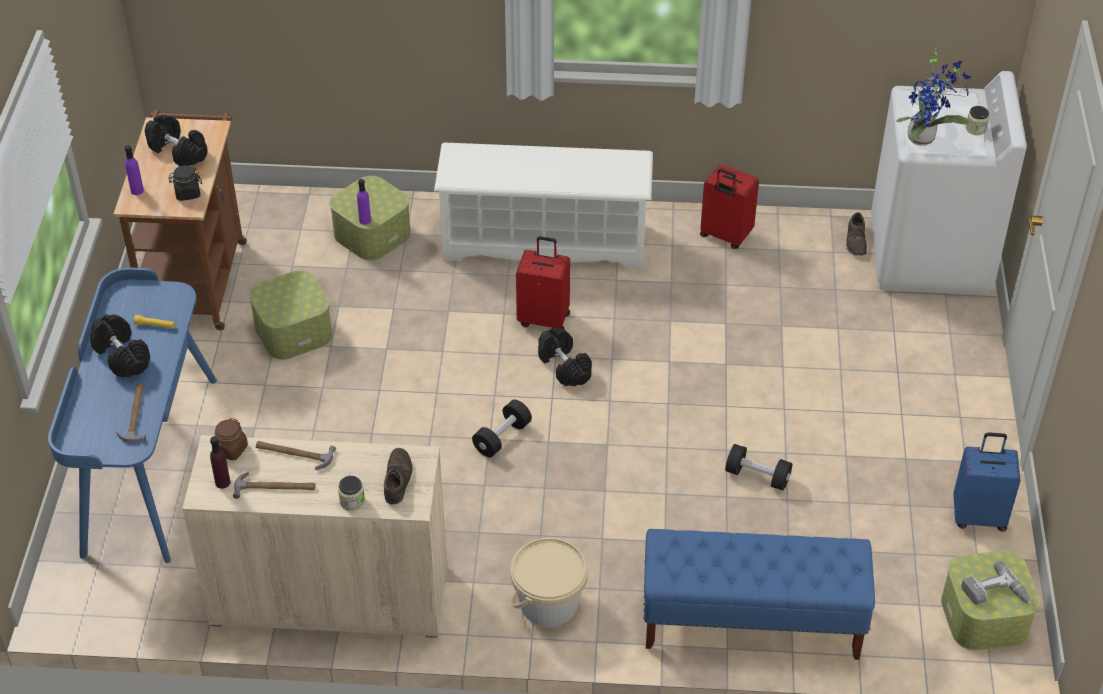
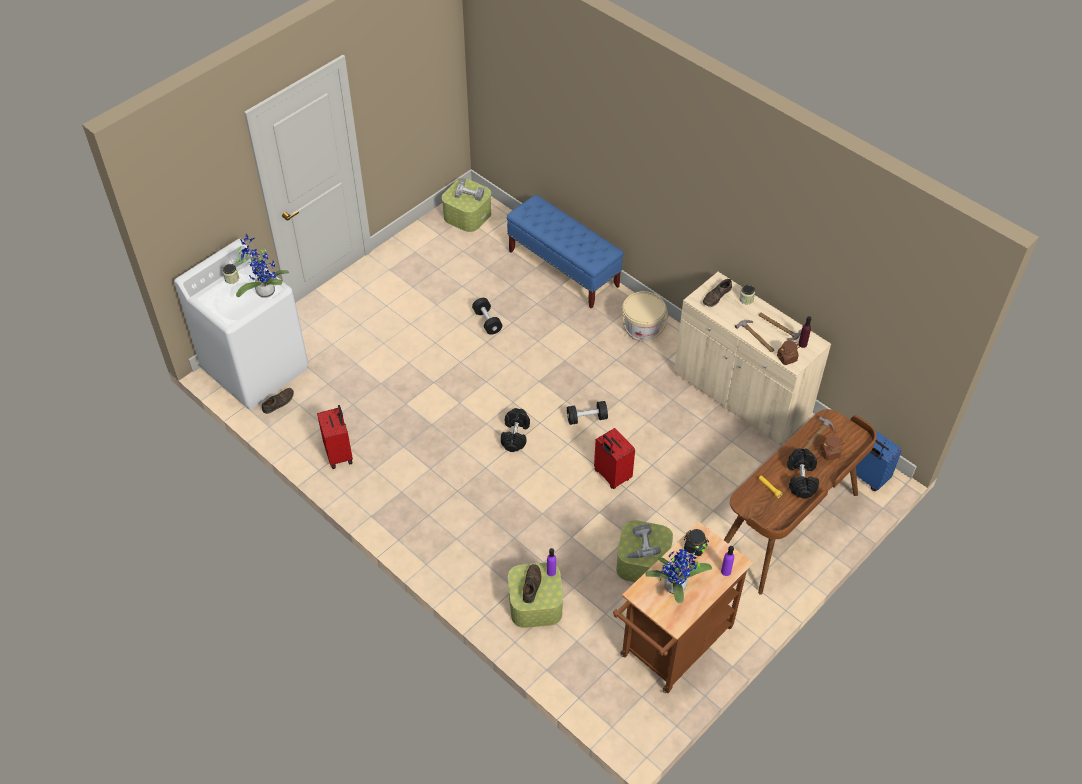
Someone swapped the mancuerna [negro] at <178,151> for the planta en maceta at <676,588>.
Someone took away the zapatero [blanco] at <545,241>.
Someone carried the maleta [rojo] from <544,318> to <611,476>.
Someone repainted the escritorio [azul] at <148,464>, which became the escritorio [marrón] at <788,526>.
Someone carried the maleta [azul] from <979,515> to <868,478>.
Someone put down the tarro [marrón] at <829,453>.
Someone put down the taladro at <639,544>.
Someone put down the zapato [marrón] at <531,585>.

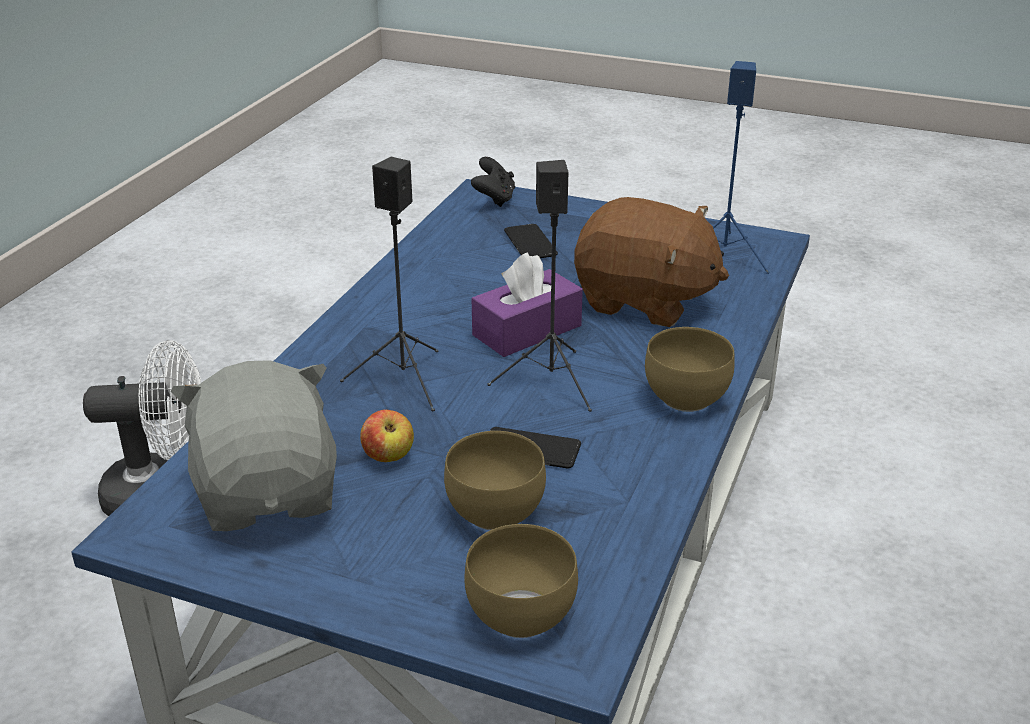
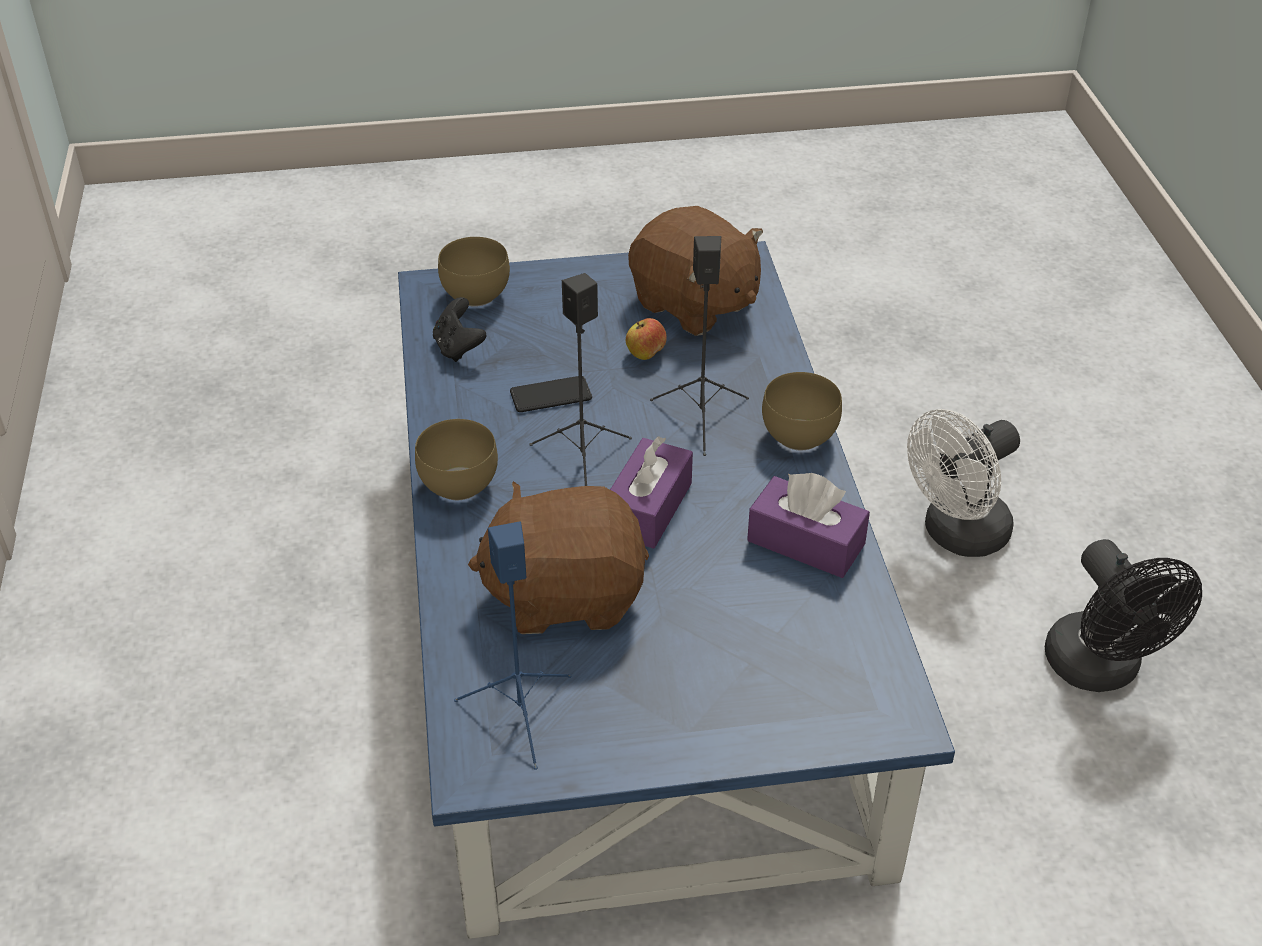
Someone carried the mando de consola [negro] from <494,199> to <458,348>.
Someone took away the móvil at <530,243>.
Someone repainted the peluche [gris] at <269,494>, which became the peluche [marrón] at <694,305>.
Someone carried the cuenco [marrón] from <491,513> to <801,436>.
Someone put down the caja de pañuelos [morado] at <806,542>.
Someone put down the ventilador [negro] at <1100,670>.

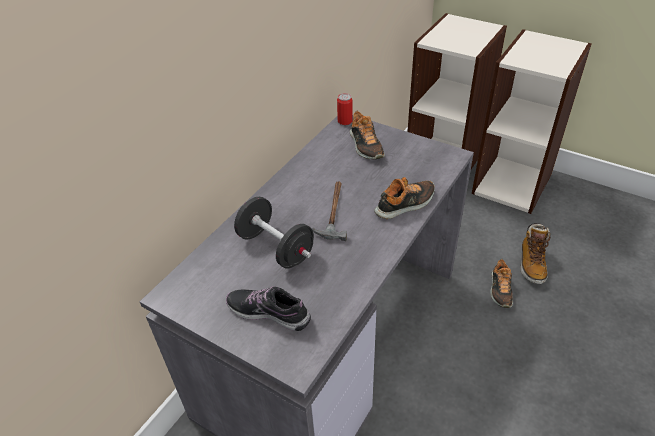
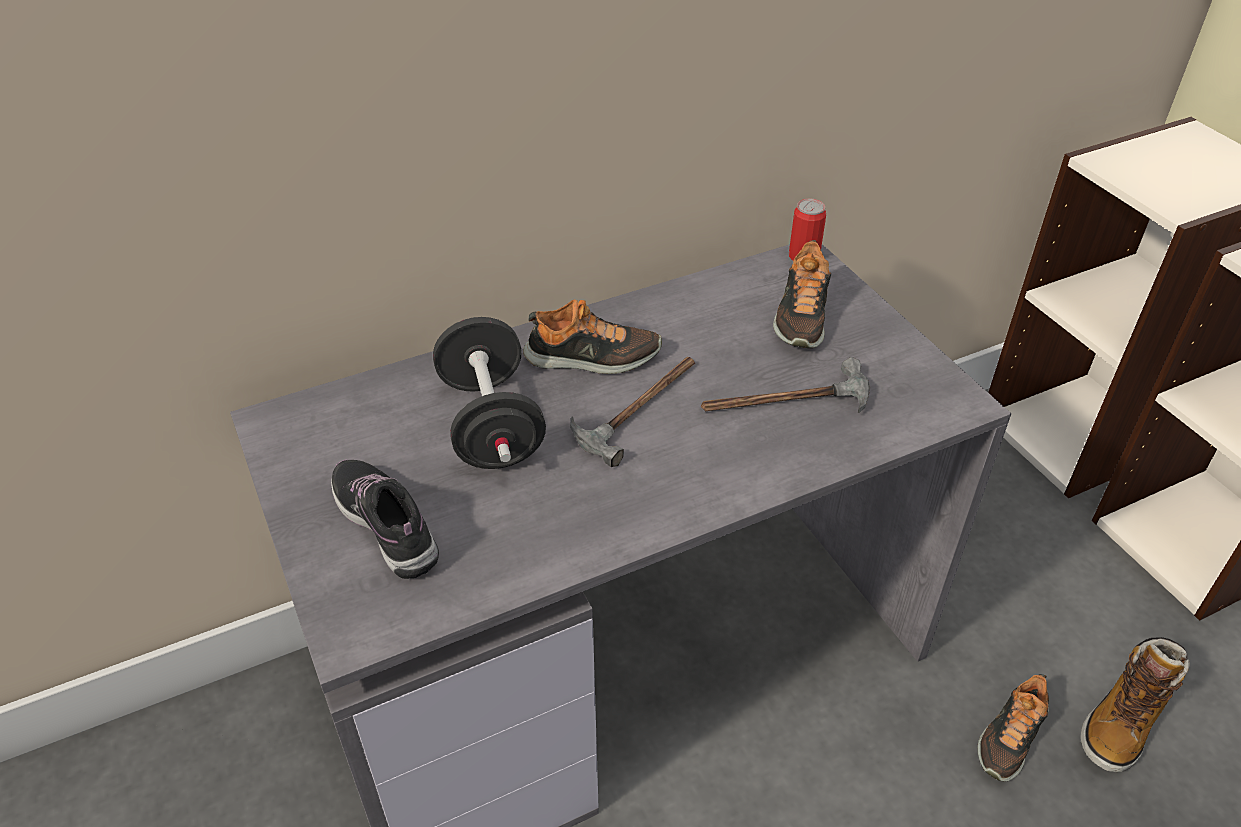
Someone carried the zapato from <405,204> to <592,358>.
Someone put down the martillo at <785,402>.

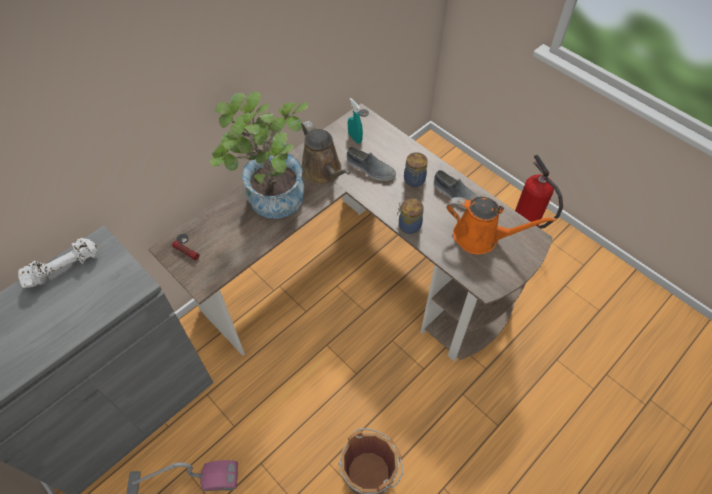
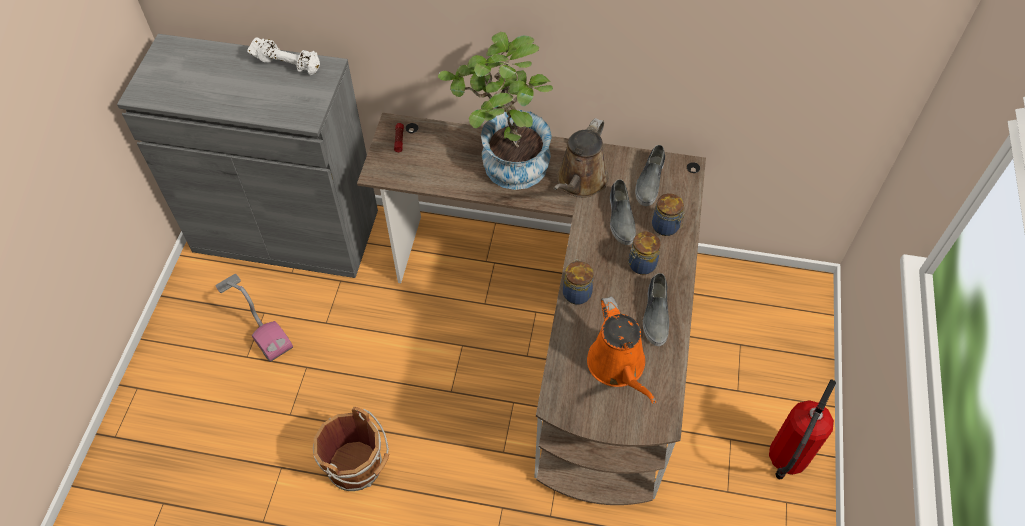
Someone swapped the pulverizador [turquesa] at <355,138> for the zapato [gris] at <649,181>.
Someone put down the tarro at <666,227>.

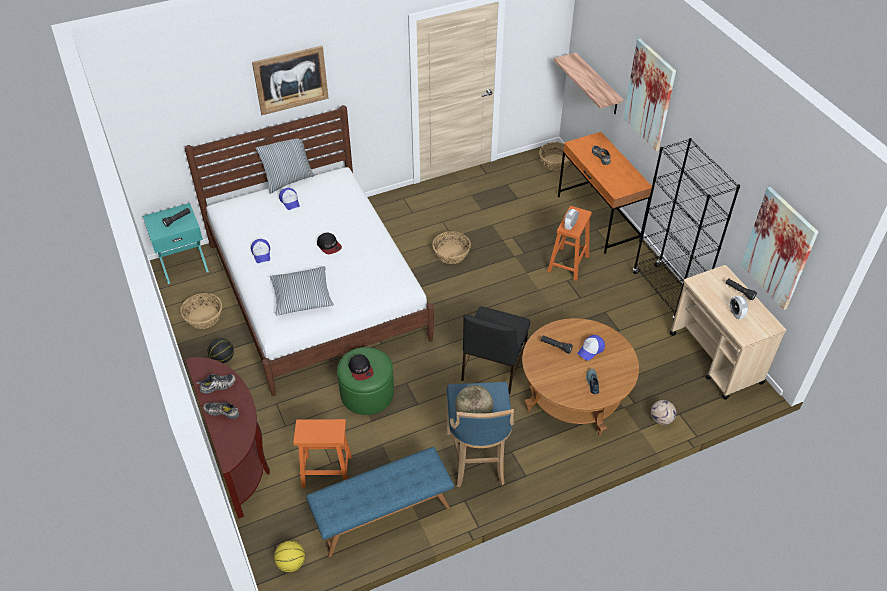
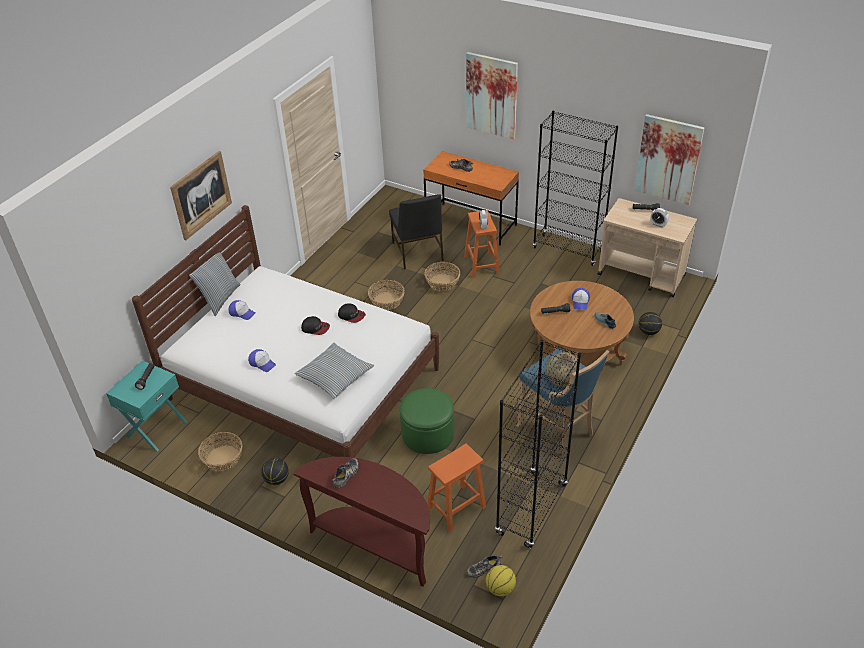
Someone took away the estante at <597,84>.
Someone carried the cesta from <555,162> to <442,282>.
Someone carried the silla [negro] from <492,367> to <417,252>.
Someone carried the gorra from <361,369> to <351,315>.
Someone swapped the balón de fútbol at <661,419> for the balón de baloncesto at <648,332>.
Someone carried the zapato from <222,411> to <484,568>.
Someone swapped the banco [azul] at <382,515> for the estantería [negro] at <531,510>.

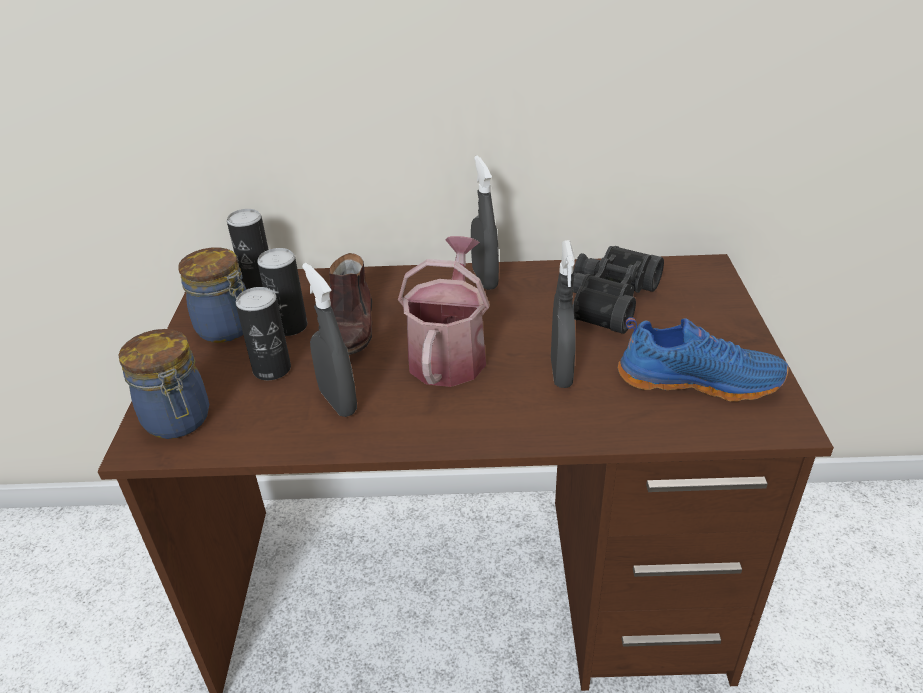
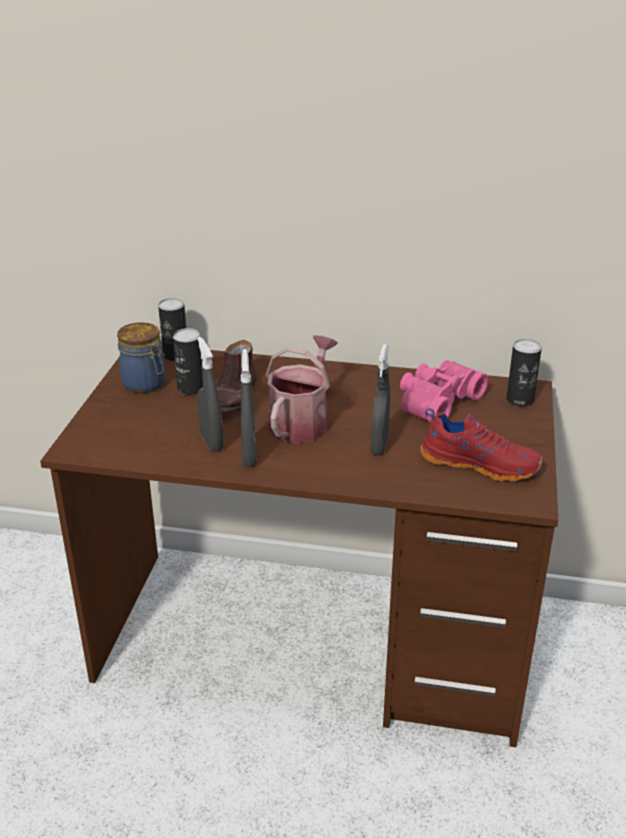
Someone carried the pulverizador [gris] from <485,279> to <249,456>.
Someone repainted the prismáticos [negro] at <605,299>, which became the prismáticos [rosa] at <436,401>.
Someone carried the lata from <272,369> to <520,400>.
Someone repainted the zapato [azul] at <698,380>, which became the zapato [rojo] at <480,464>.
Someone took away the tarro at <178,421>.

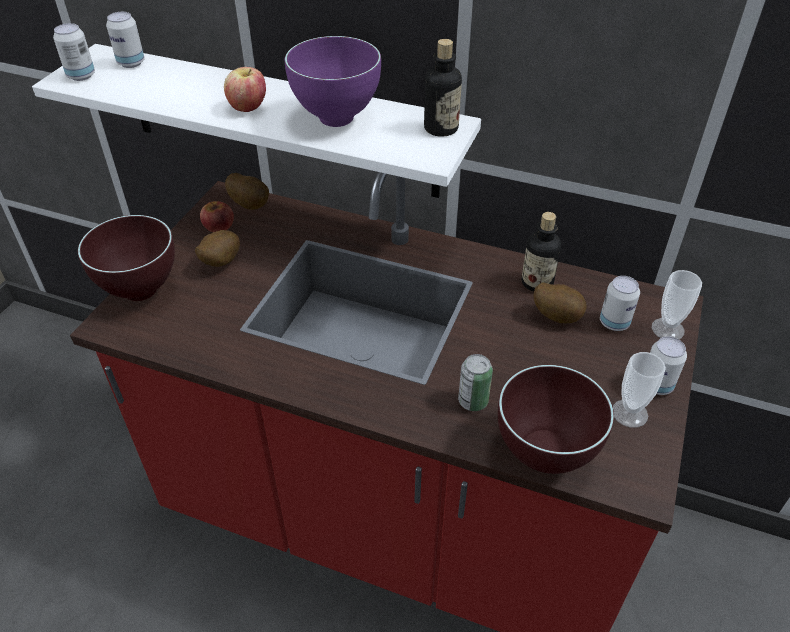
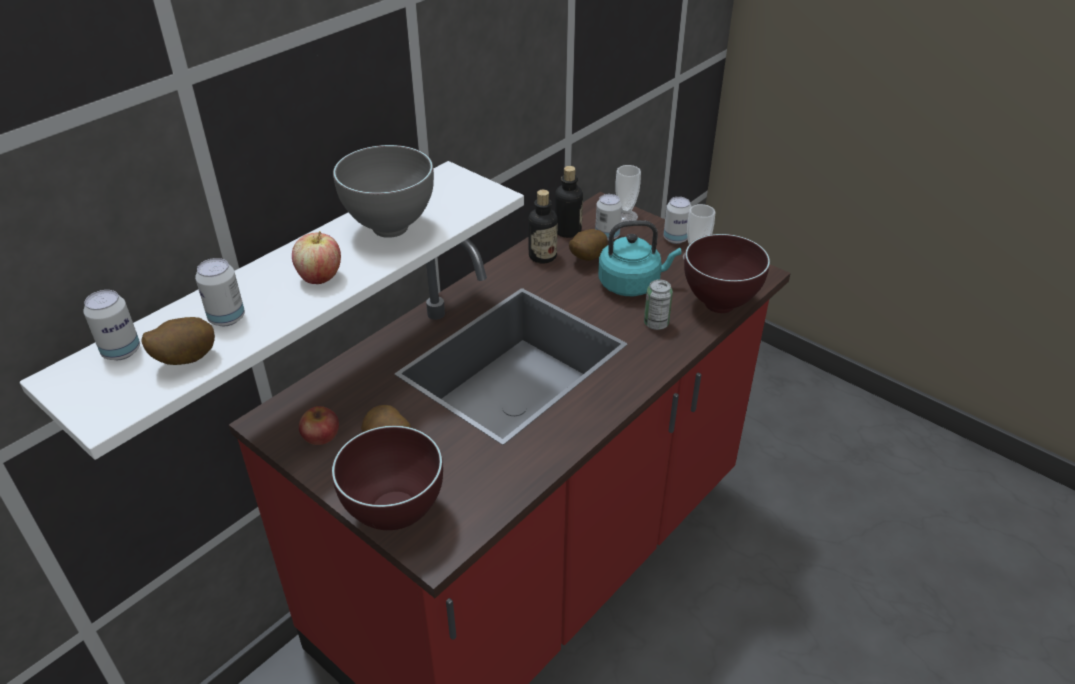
Someone carried the lata from <81,76> to <227,318>.
Someone repainted the cuenco [morado] at <337,121>, which became the cuenco [gris] at <393,230>.
Someone carried the botella from <441,128> to <568,231>.
Someone carried the patata from <251,205> to <185,359>.
Someone put down the hervidor [turquesa] at <632,284>.

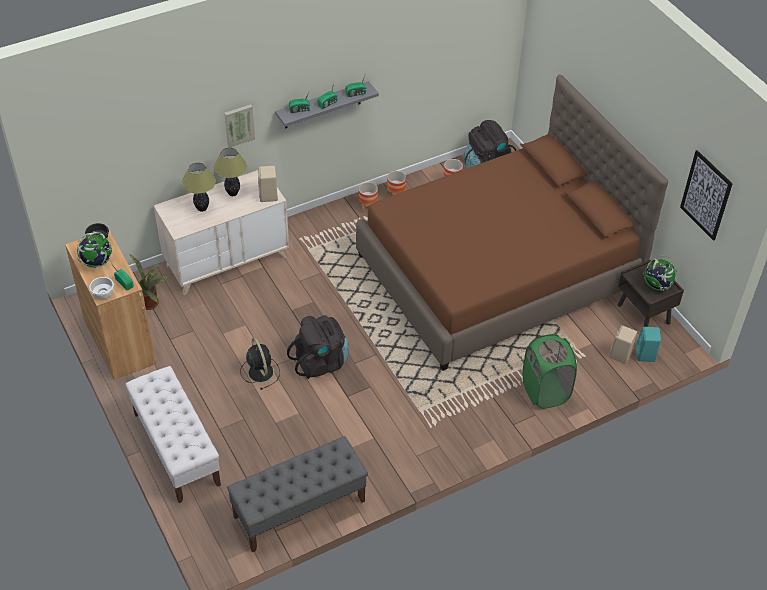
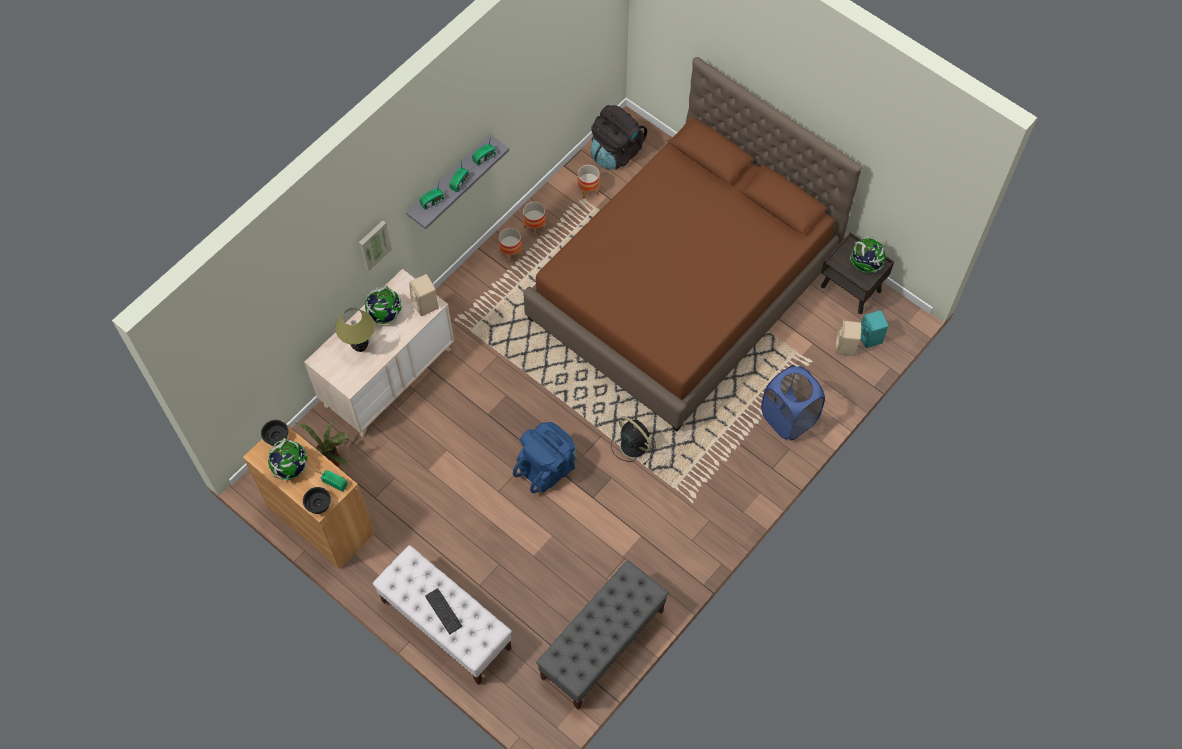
Someone swapped the lámpara de mesa at <233,193> for the globo terráqueo at <385,315>.
Someone took away the cuadro at <706,195>.
Someone repainted the cuenco [blanco] at <102,293>, which became the cuenco [negro] at <317,505>.
Someone repainted the mochila [negro] at <321,362>, which became the mochila [azul] at <547,467>.
Someone repainted the cesto de la ropa [verde] at <545,391>, which became the cesto de la ropa [azul] at <788,418>.
Someone carried the ventilador [negro] from <260,371> to <633,444>.
Someone put down the teclado at <443,611>.

